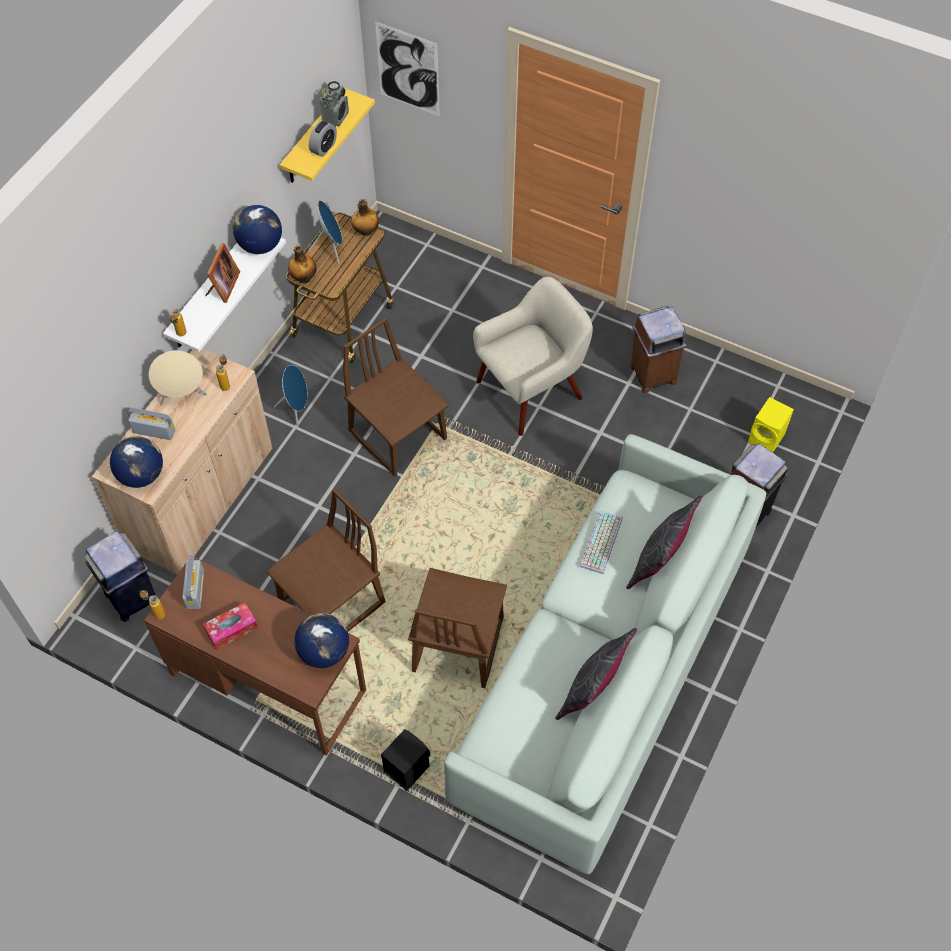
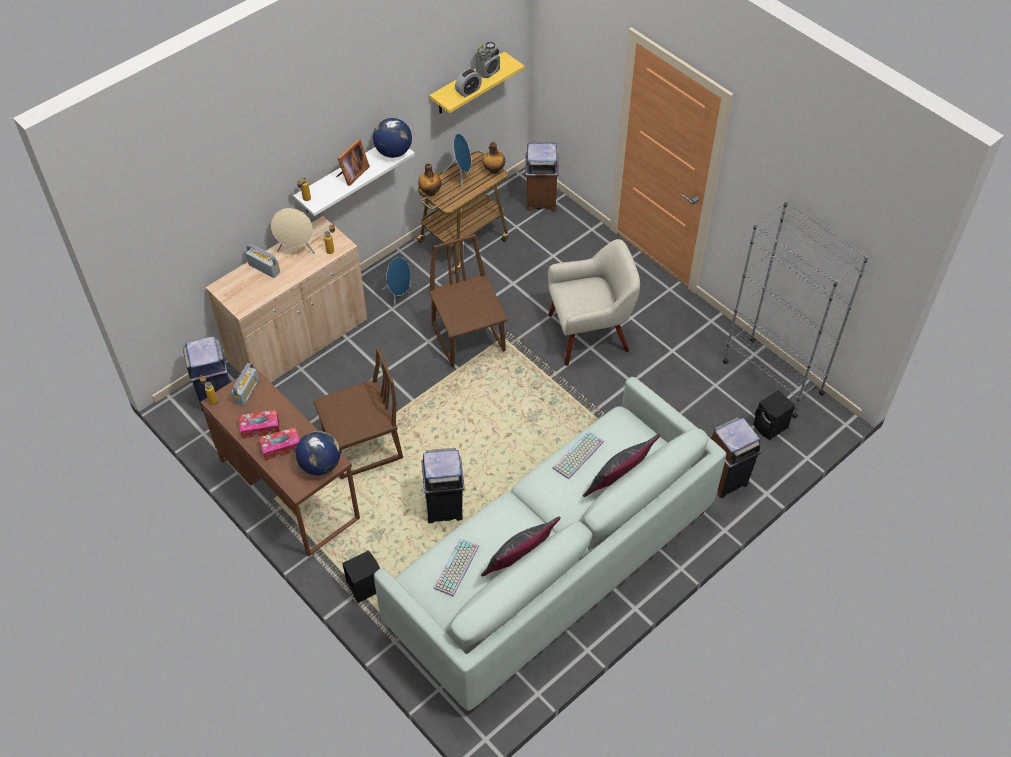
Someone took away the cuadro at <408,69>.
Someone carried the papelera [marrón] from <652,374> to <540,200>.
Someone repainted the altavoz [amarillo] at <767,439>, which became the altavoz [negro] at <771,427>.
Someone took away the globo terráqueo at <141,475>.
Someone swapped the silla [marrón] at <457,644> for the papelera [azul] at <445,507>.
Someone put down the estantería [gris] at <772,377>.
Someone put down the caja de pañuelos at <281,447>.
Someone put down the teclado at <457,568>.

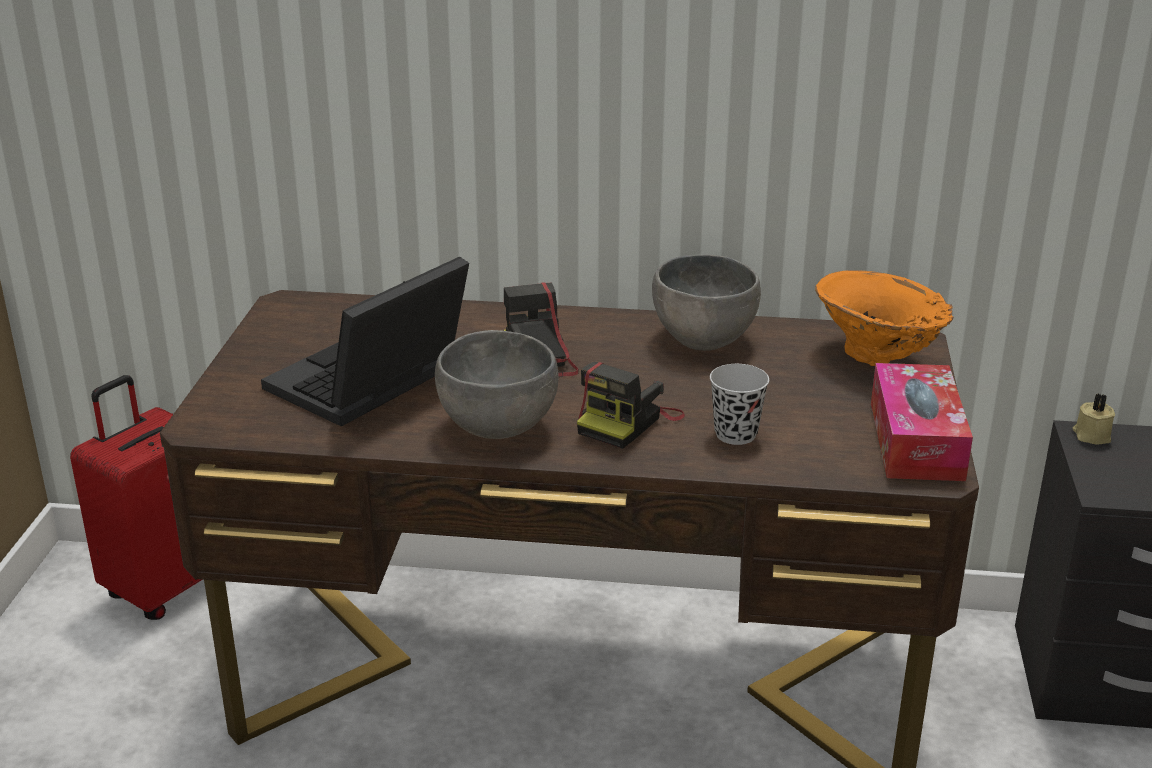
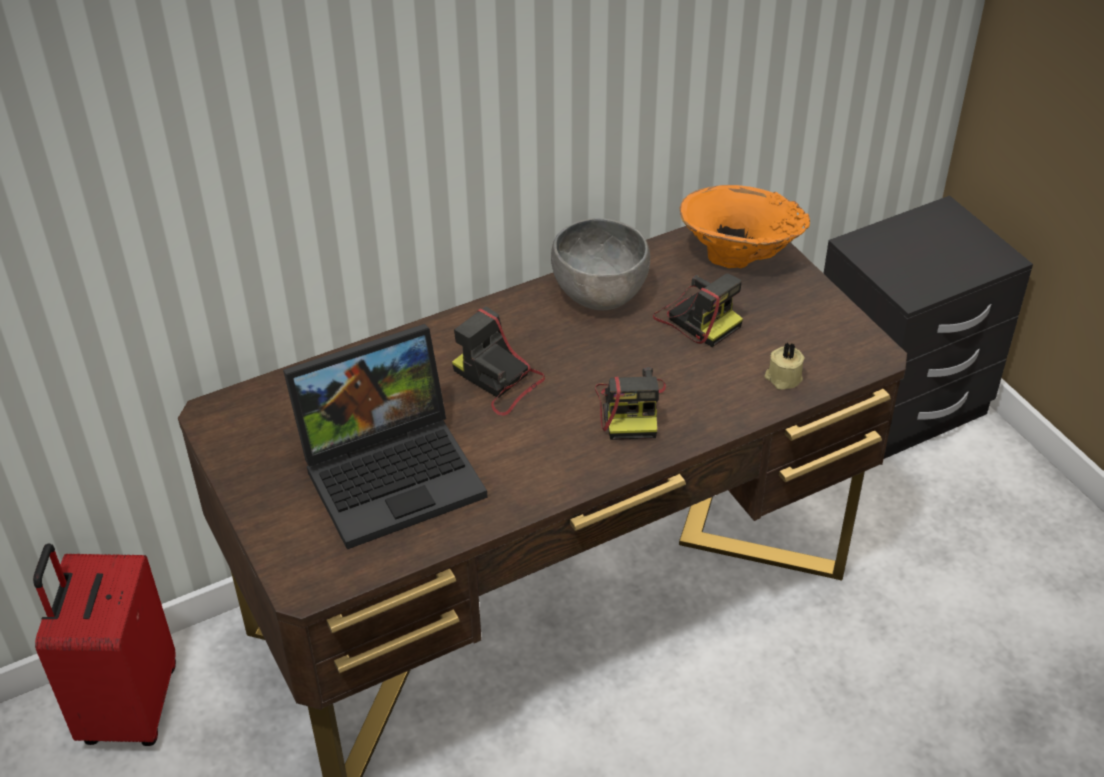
Someone rotated the portátil at <368,385> by 120 degrees counterclockwise.
Someone took away the cuenco [gris] at <496,427>.
Someone took away the caja de pañuelos at <916,441>.
Someone took away the taza [negro] at <735,434>.
Someone carried the vela [beis] from <1091,436> to <783,378>.
Someone put down the cámara at <697,318>.

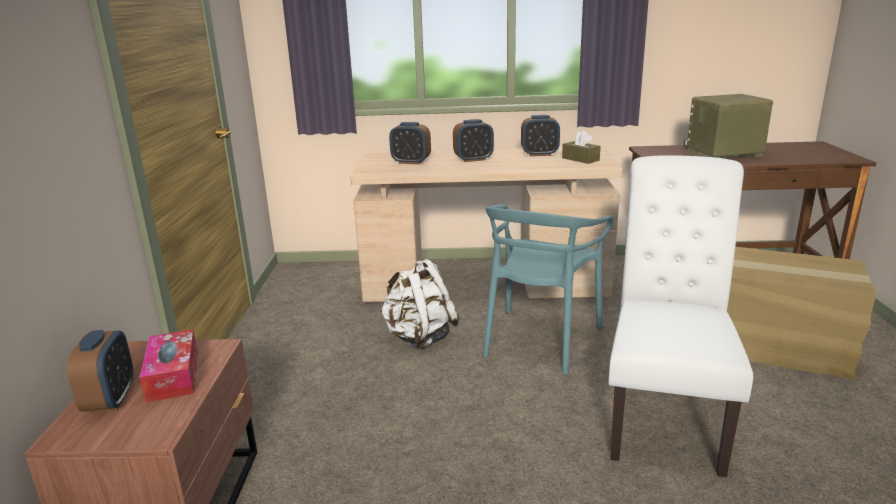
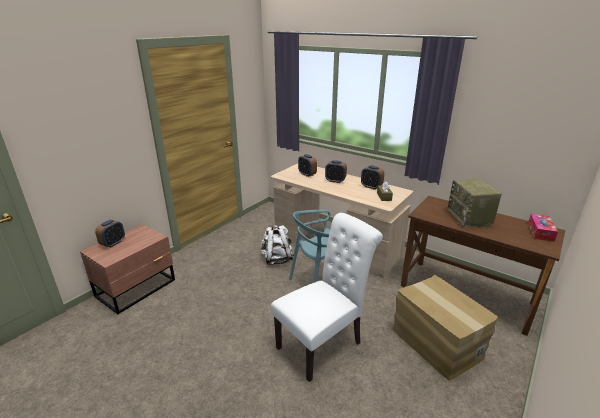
Someone rotated the radio at <723,154> by 120 degrees counterclockwise.
Someone carried the caja de pañuelos from <173,375> to <540,232>.

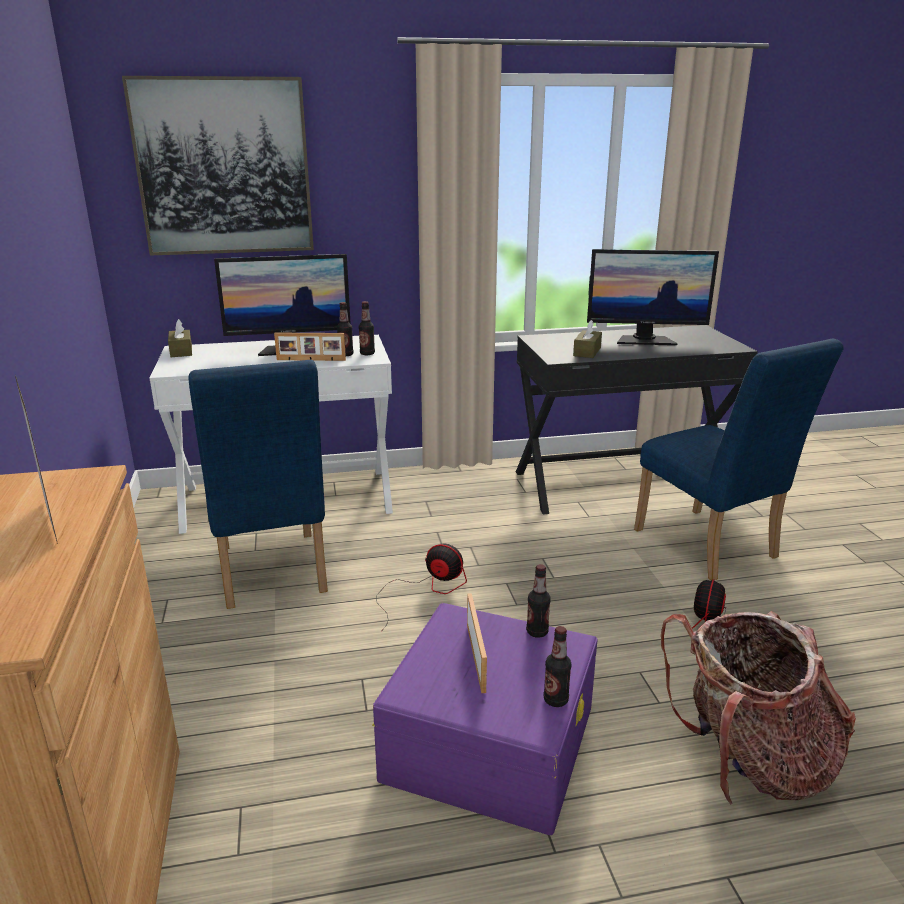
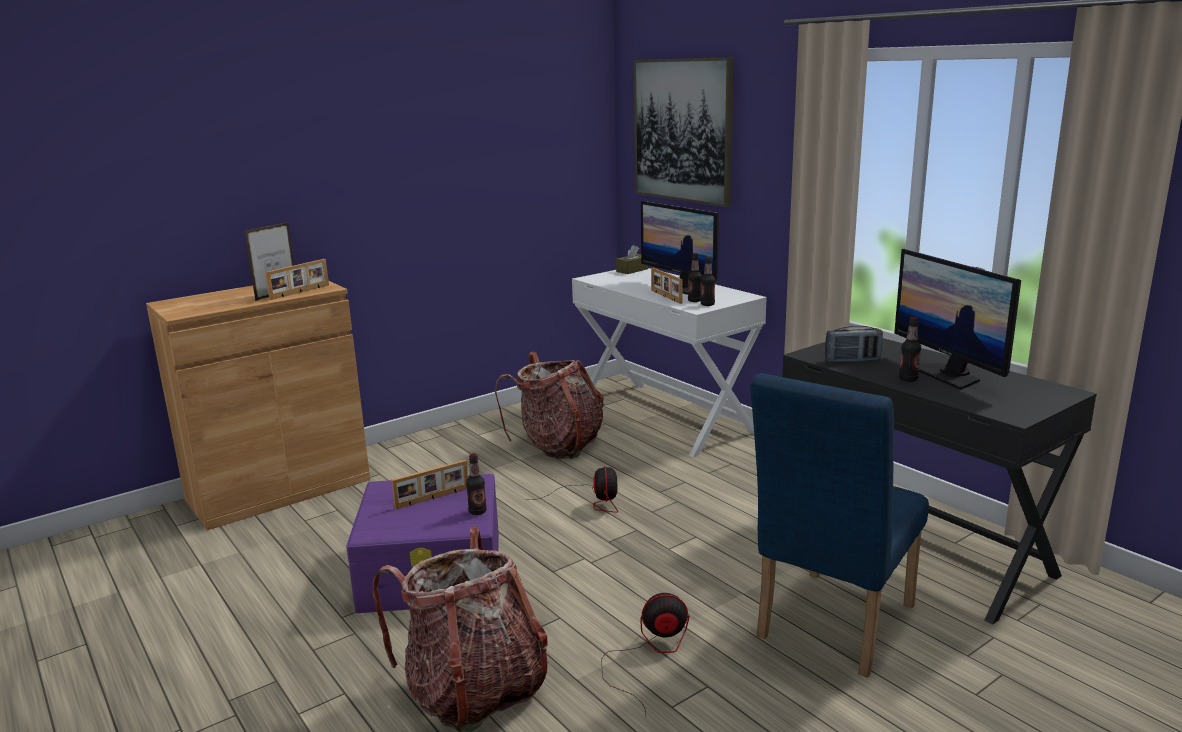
Someone swapped the caja de pañuelos [marrón] at <587,352> for the radio at <852,360>.
Someone swapped the silla [azul] at <271,575> for the mochila at <558,445>.
Someone carried the botella from <555,700> to <908,379>.
Someone put down the portarretratos at <300,292>.

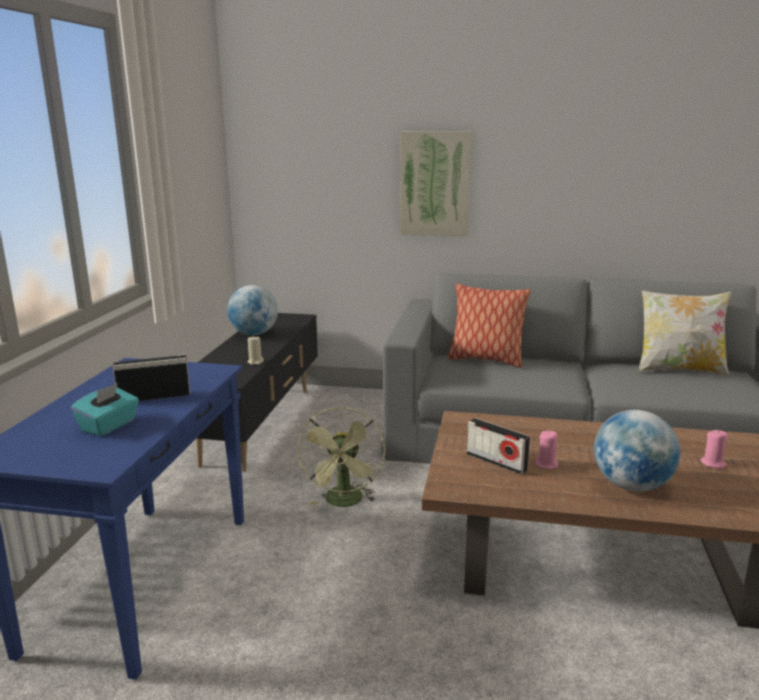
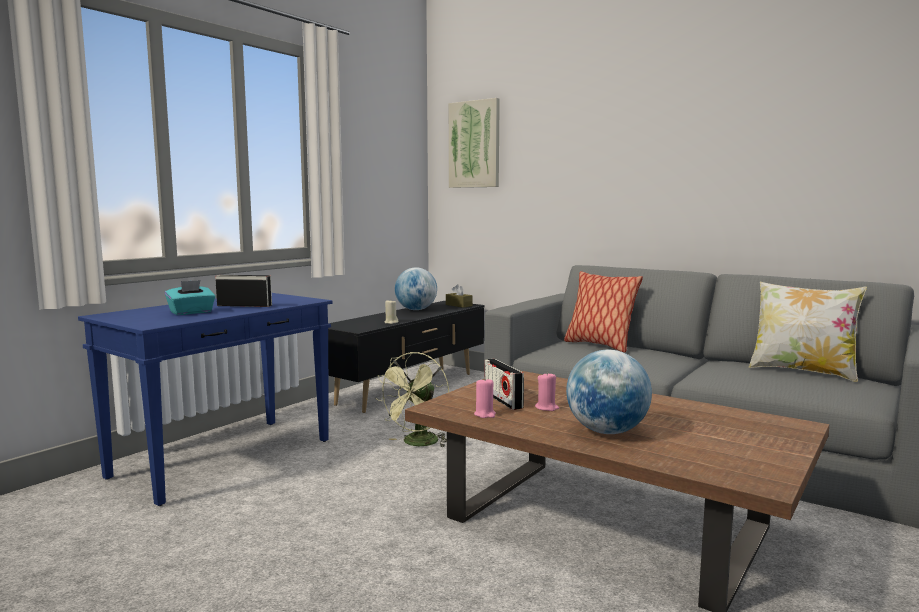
Someone carried the cuadro from <435,183> to <474,144>.
Someone carried the vela [rosa] from <713,463> to <485,414>.
Someone put down the caja de pañuelos [marrón] at <458,305>.

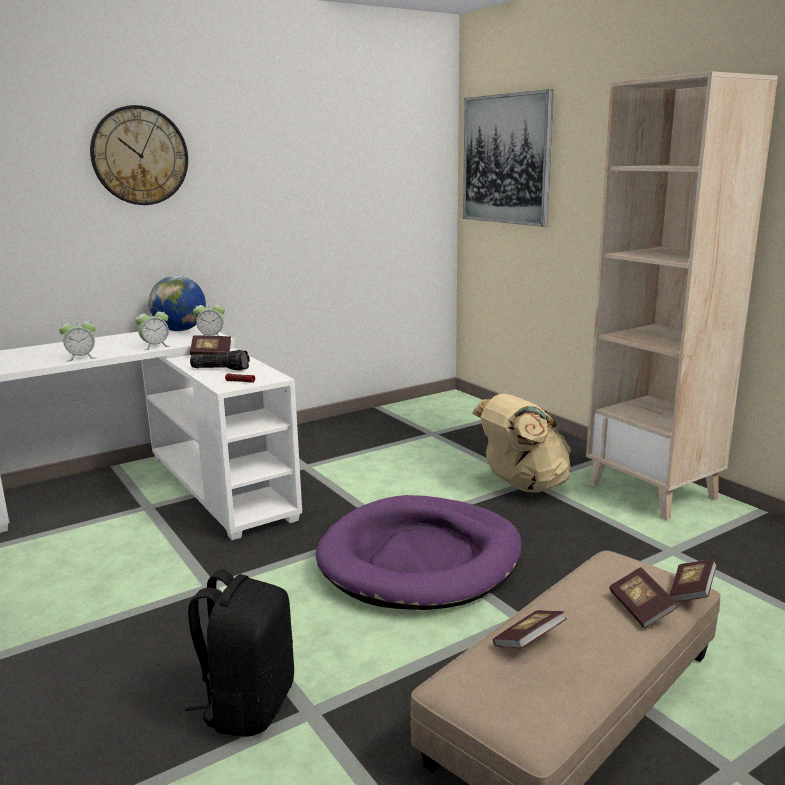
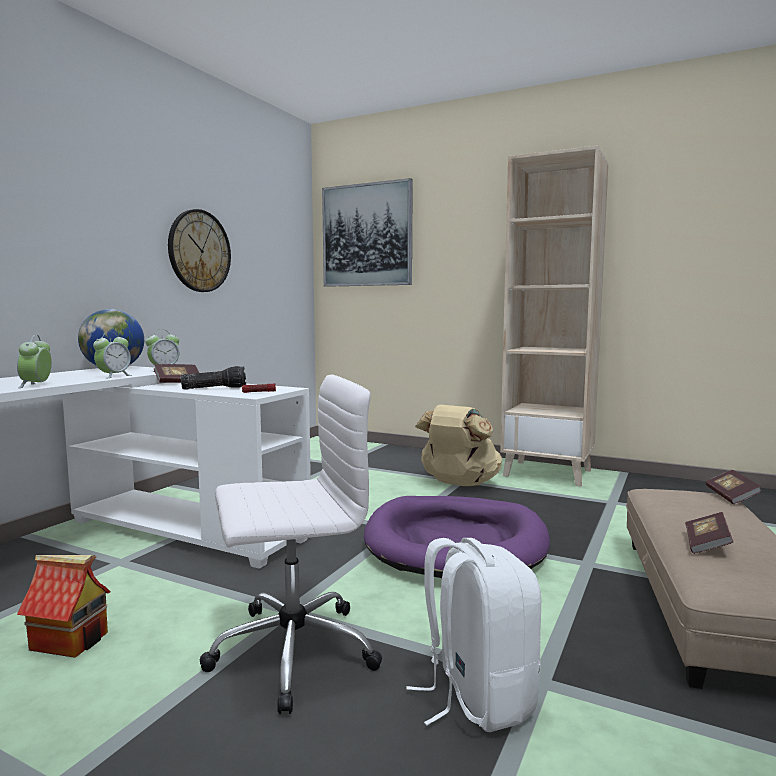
Someone carried the reloj de pared from <139,156> to <199,251>.
Someone rotated the despertador at <81,358> by 135 degrees clockwise.
Someone took away the libro at <641,609>.
Someone repainted the mochila [negro] at <248,705>, which became the mochila [blanco] at <476,697>.
Someone put down the silla de oficina [blanco] at <290,651>.
Someone put down the casita at <71,640>.

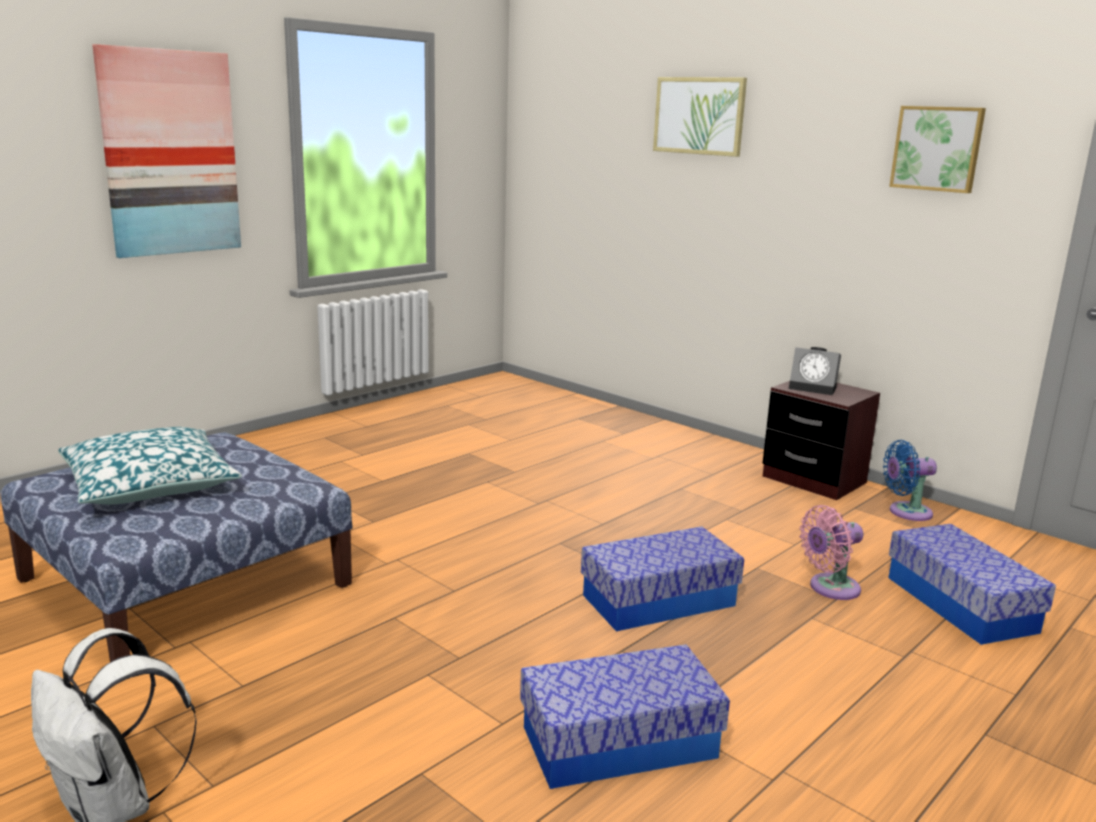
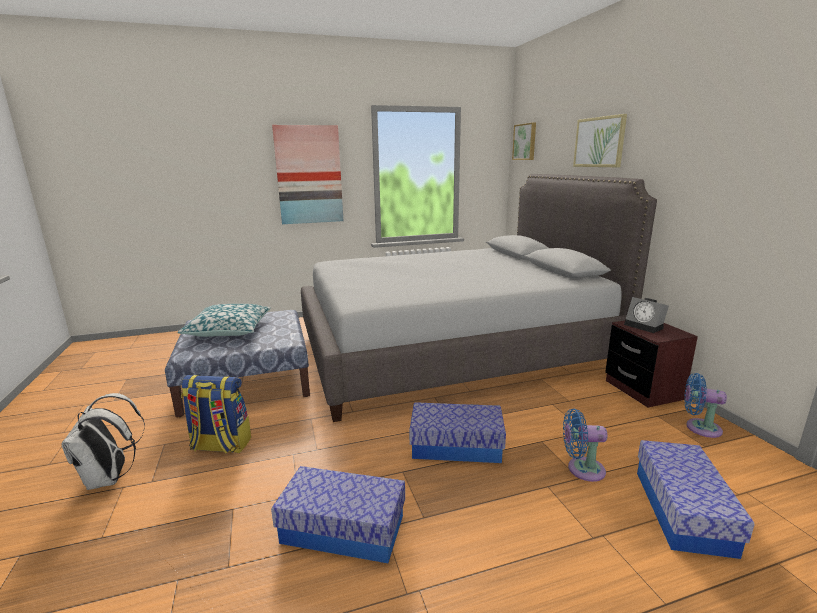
Someone carried the cuadro from <937,148> to <525,142>.
Someone repainted the ventilador [rosa] at <830,588>, which became the ventilador [azul] at <582,469>.
Someone put down the cama [gris] at <451,350>.
Someone put down the mochila at <220,445>.

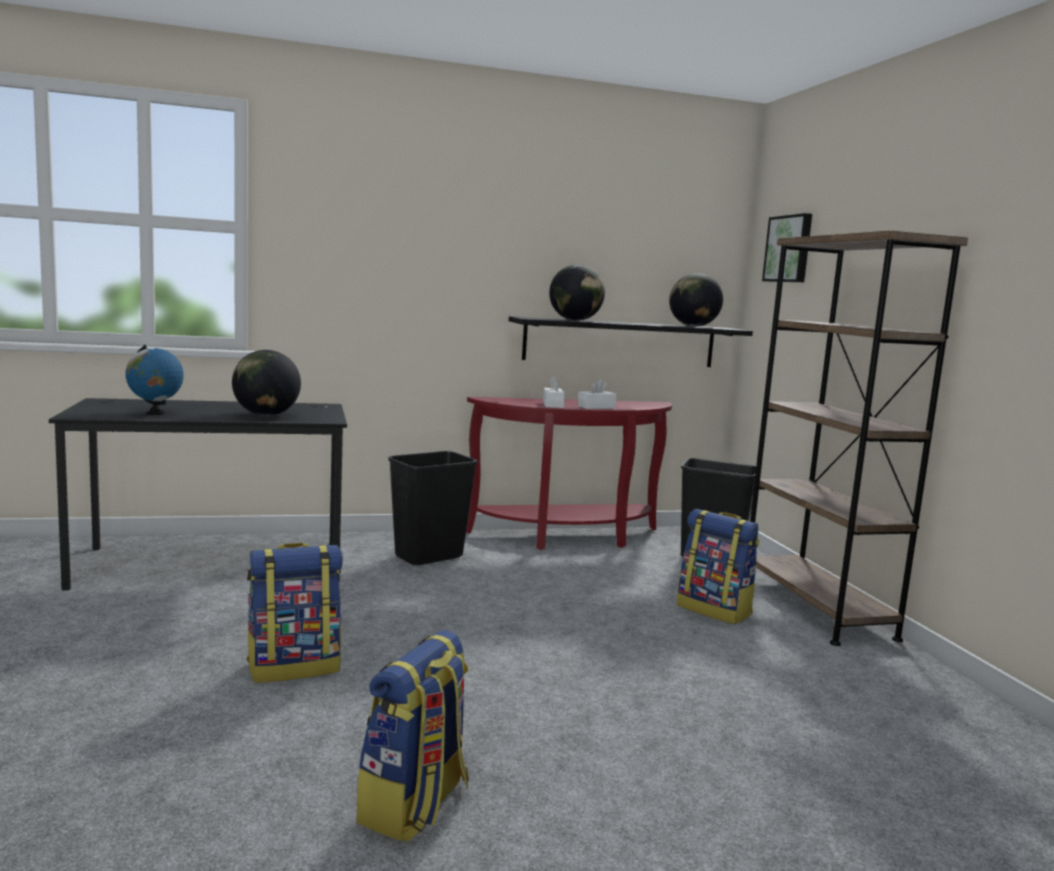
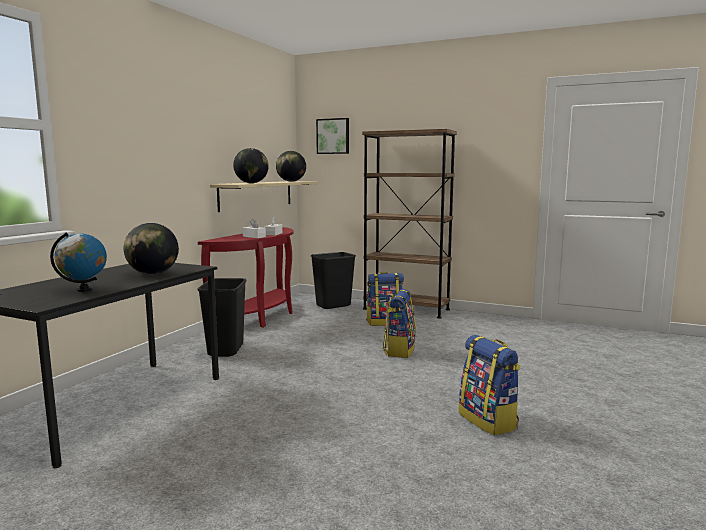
Someone repainted the estante [negro] at <620,342>, which became the estante [beis] at <257,195>.
Someone carried the mochila from <294,666> to <399,350>.

